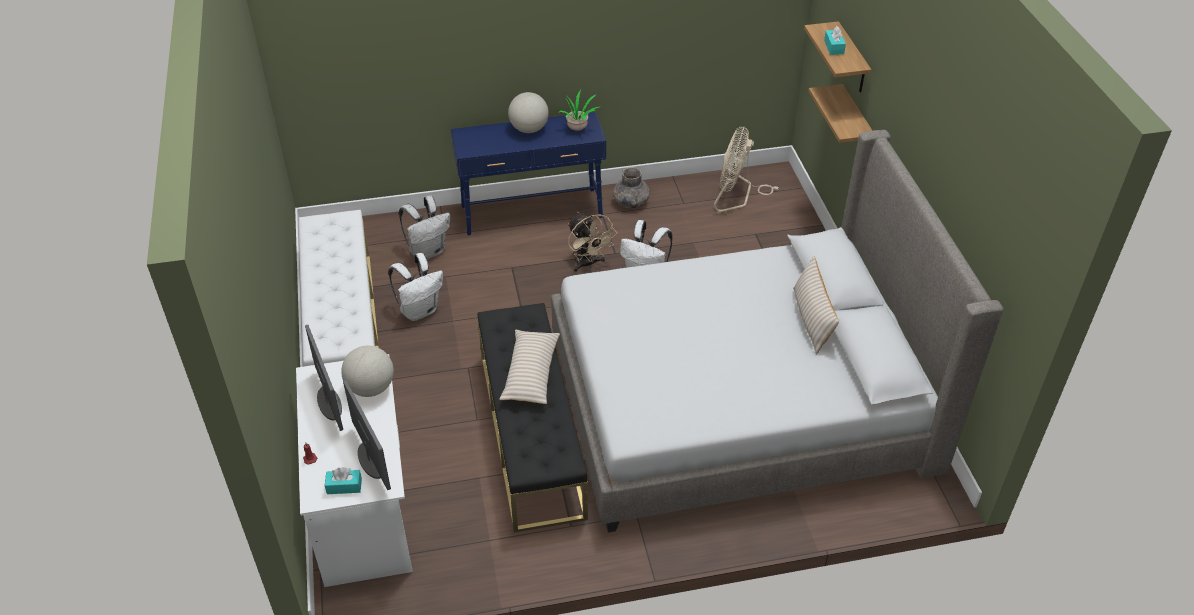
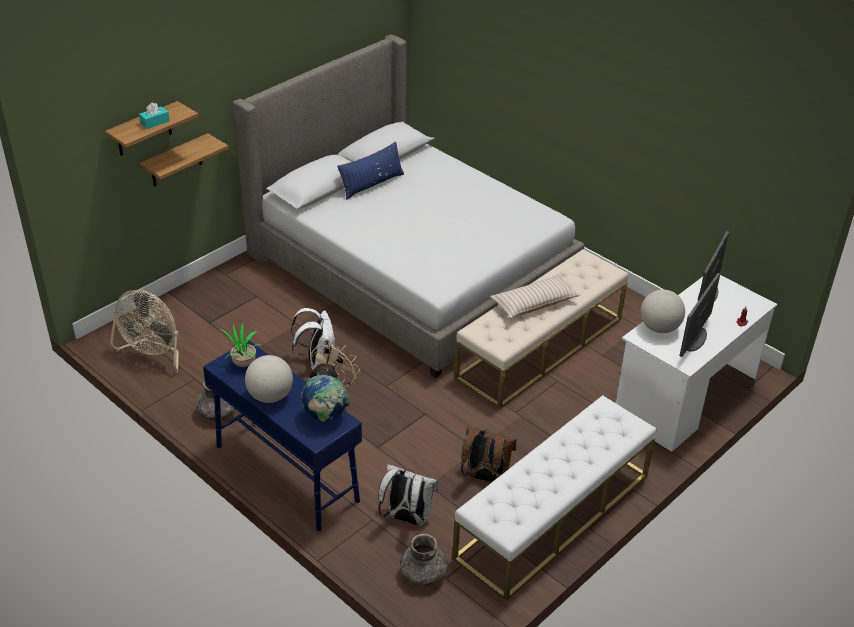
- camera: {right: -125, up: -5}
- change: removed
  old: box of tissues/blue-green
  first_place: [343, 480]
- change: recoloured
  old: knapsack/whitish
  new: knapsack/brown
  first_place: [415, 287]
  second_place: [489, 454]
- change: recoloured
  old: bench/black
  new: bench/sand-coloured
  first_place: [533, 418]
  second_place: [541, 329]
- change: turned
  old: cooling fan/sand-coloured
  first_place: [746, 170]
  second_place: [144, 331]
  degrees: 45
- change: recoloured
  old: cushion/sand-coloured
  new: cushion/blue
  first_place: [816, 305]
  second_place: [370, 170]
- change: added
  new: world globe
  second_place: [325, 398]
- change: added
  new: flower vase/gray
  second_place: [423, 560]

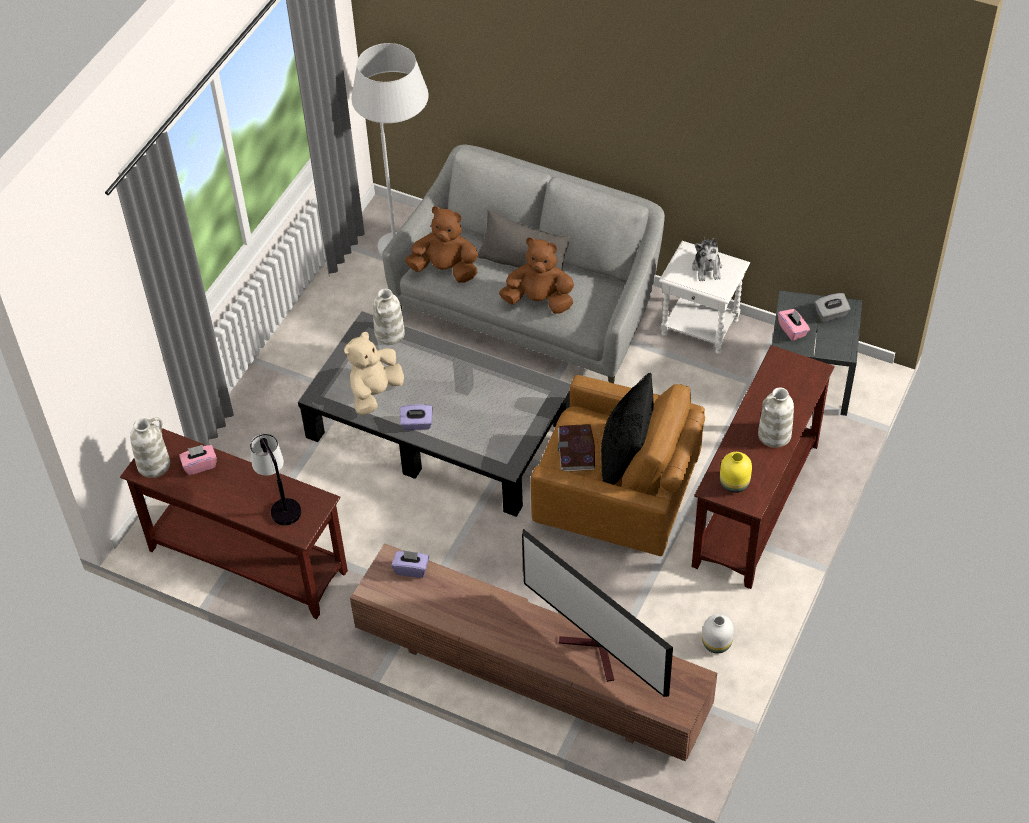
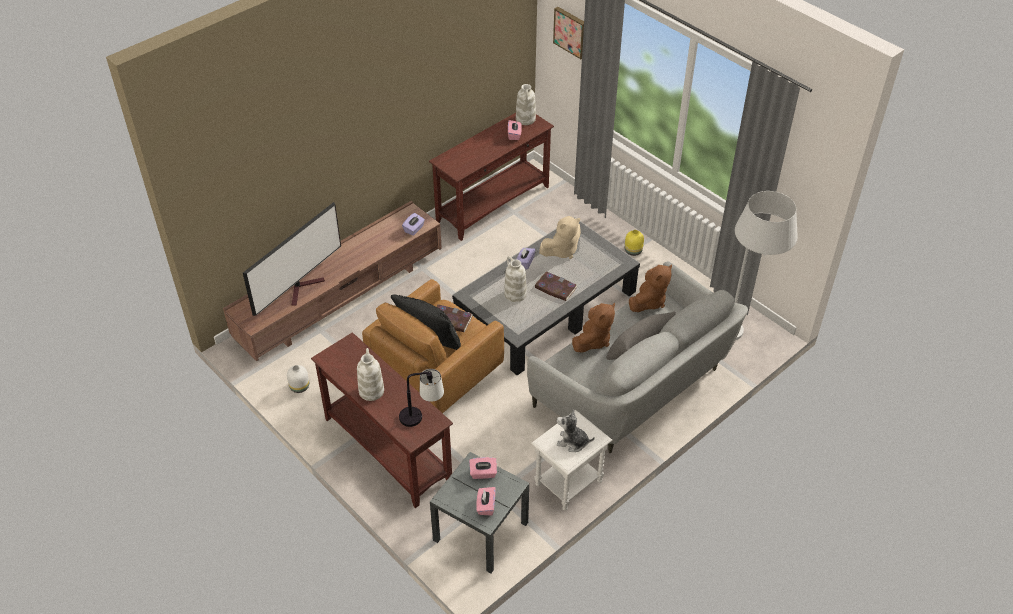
- camera: {right: 110, up: -5}
- change: moved
  old: table lamp
  first_place: [275, 479]
  second_place: [421, 398]
- change: turned
  old: cuddly toy/sand-coloured
  first_place: [374, 373]
  second_place: [560, 237]
  degrees: 90
- change: moved
  old: flower vase/whitish
  first_place: [389, 317]
  second_place: [515, 279]
- change: turned
  old: television
  first_place: [597, 613]
  second_place: [292, 259]
  degrees: 150
- change: moved
  old: flower vase/yellow-coloured
  first_place: [736, 472]
  second_place: [634, 243]
- change: recoloured
  old: box of tissues/gray
  new: box of tissues/pink-coloured
  first_place: [833, 307]
  second_place: [486, 501]
- change: added
  new: bound book
  second_place: [555, 286]
- change: added
  new: wall picture
  second_place: [568, 33]

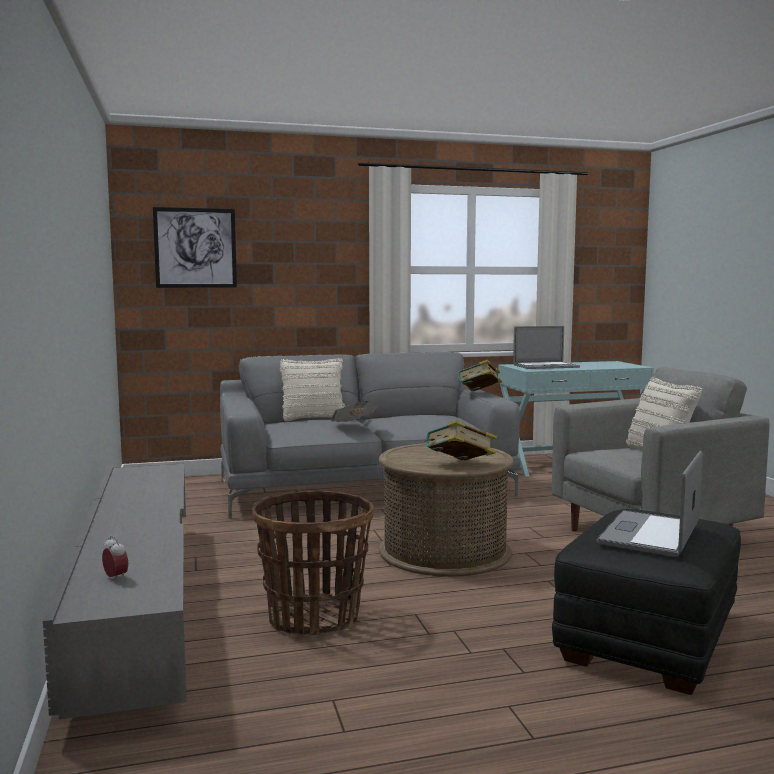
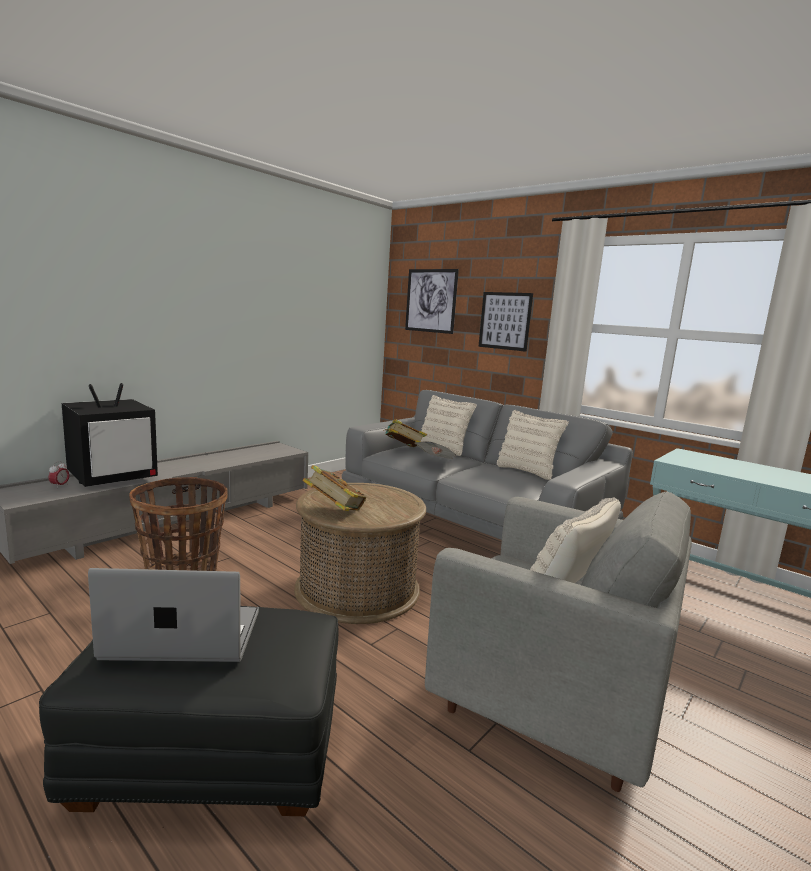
- camera: {right: 55, up: 5}
- change: moved
  old: bound book
  first_place: [480, 375]
  second_place: [405, 433]
- change: removed
  old: notebook computer
  first_place: [546, 347]
- change: added
  new: television
  second_place: [110, 435]
- change: added
  new: wall picture
  second_place: [505, 322]
- change: added
  new: cushion/sand-coloured
  second_place: [533, 445]

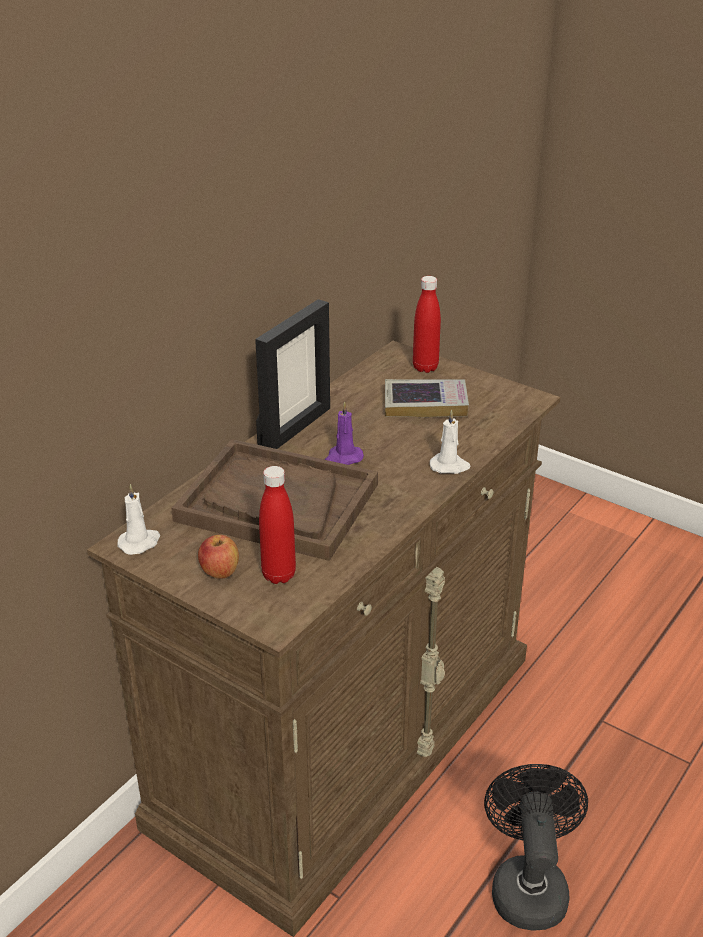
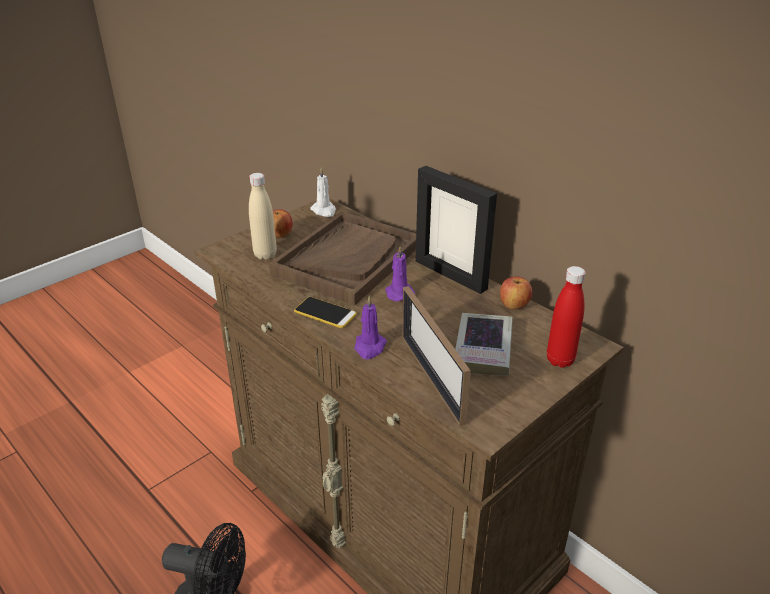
- camera: {right: 100, up: 0}
- change: recoloured
  old: bottle/reddish
  new: bottle/sand-coloured
  first_place: [277, 525]
  second_place: [263, 216]
- change: recoloured
  old: wax candle/whitish
  new: wax candle/purple
  first_place: [450, 442]
  second_place: [371, 327]
- change: added
  new: telephone
  second_place: [325, 312]
- change: added
  new: standing frame
  second_place: [436, 356]
- change: added
  new: whole apple
  second_place: [516, 293]

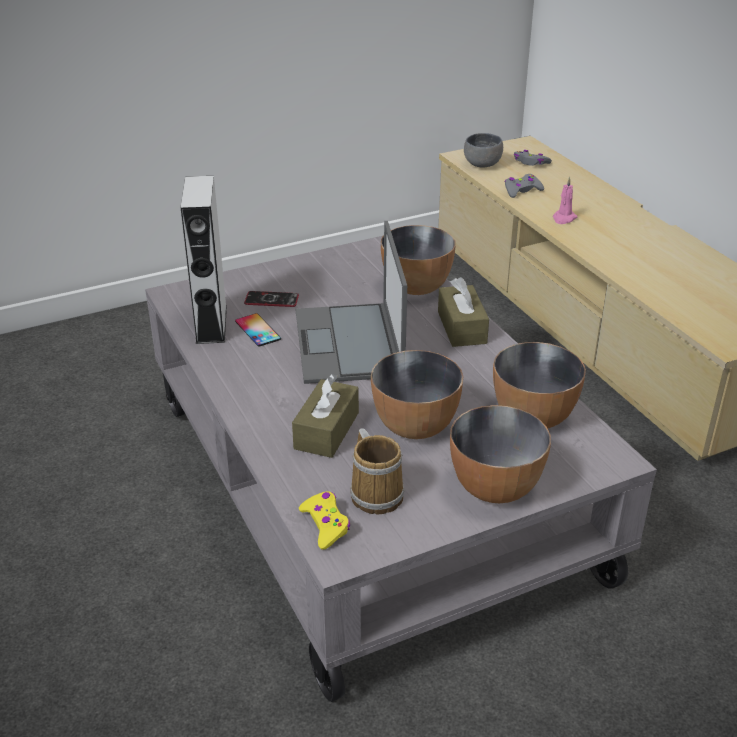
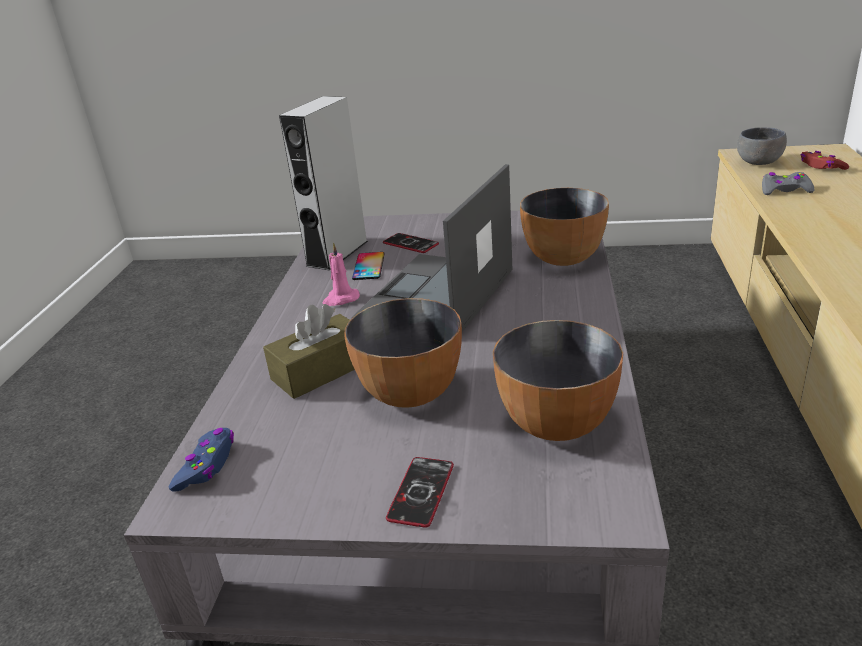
- camera: {right: 35, up: -5}
- change: recoloured
  old: gamepad/yellow-coloured
  new: gamepad/blue
  first_place: [324, 520]
  second_place: [201, 460]
- change: removed
  old: coffee mug
  first_place: [377, 471]
- change: removed
  old: box of tissues/brown
  first_place: [463, 312]
- change: replaced
  old: serving bowl
  new: telephone
  first_place: [500, 454]
  second_place: [420, 492]
- change: recoloured
  old: gamepad/gray
  new: gamepad/reddish
  first_place: [533, 158]
  second_place: [824, 160]
- change: moved
  old: wax candle/pink-coloured
  first_place: [565, 200]
  second_place: [341, 274]

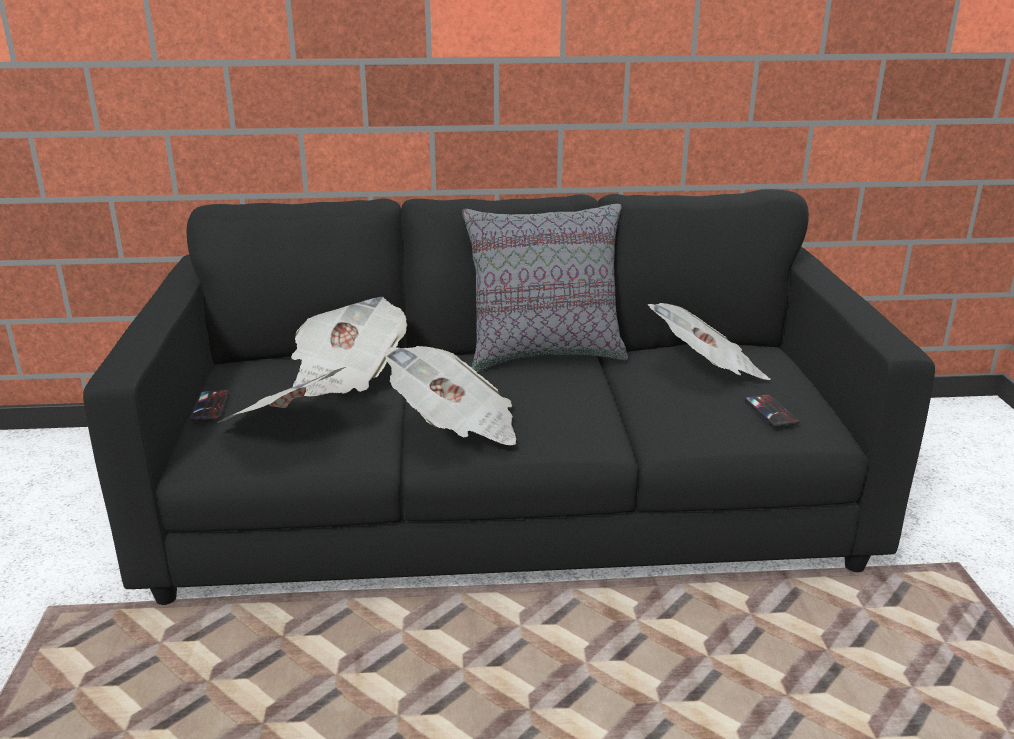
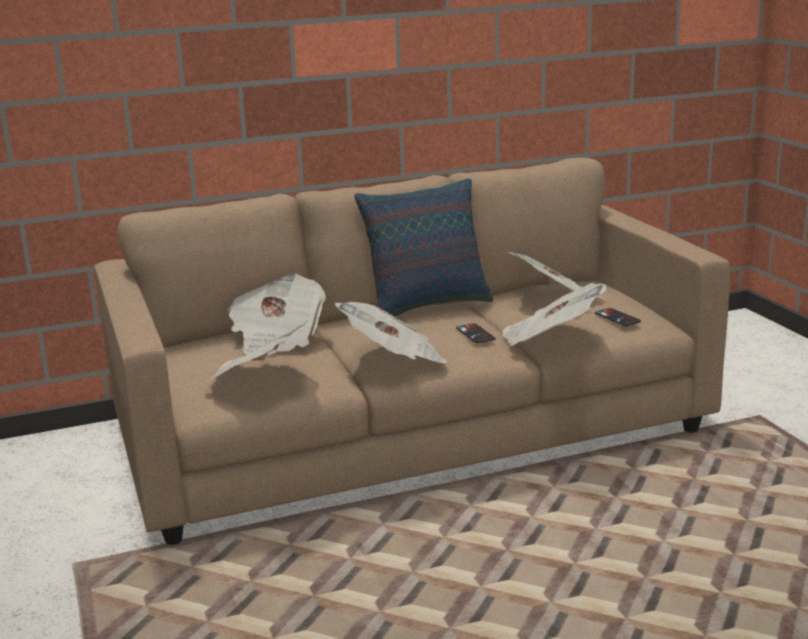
- camera: {right: -15, up: -5}
- change: recoloured
  old: settee/black
  new: settee/sand-coloured
  first_place: [509, 397]
  second_place: [412, 351]
- change: moved
  old: telephone
  first_place: [209, 405]
  second_place: [475, 333]
- change: recoloured
  old: cushion/gray
  new: cushion/blue
  first_place: [545, 288]
  second_place: [423, 248]
- change: added
  new: printed paper
  second_place: [554, 314]

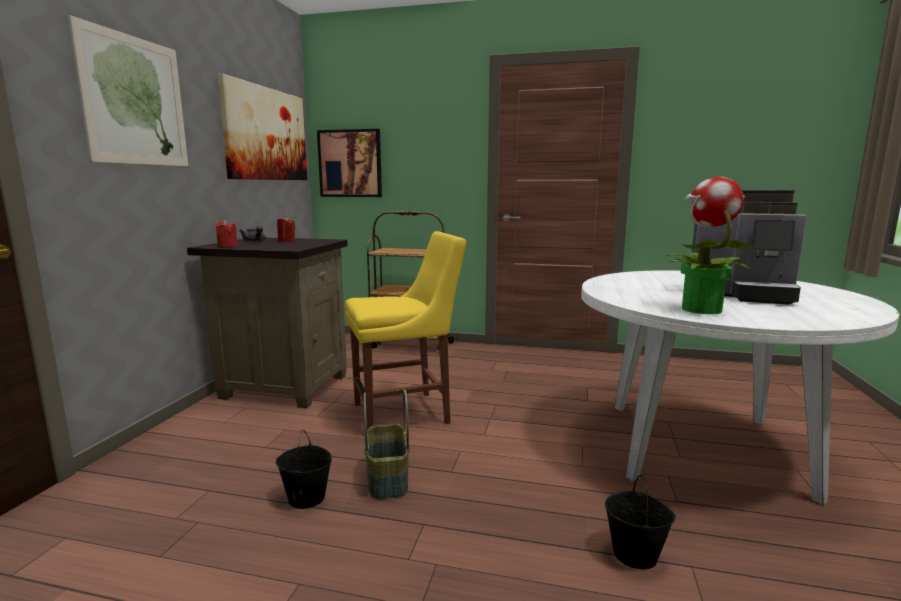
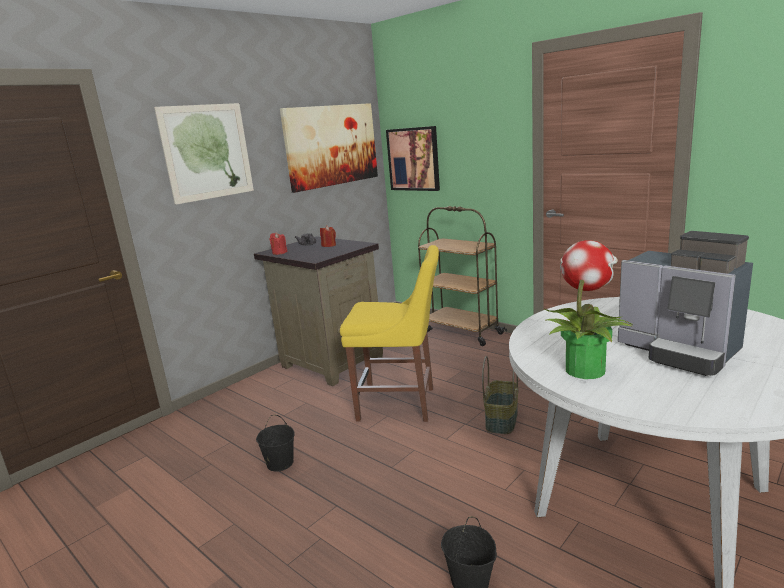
- camera: {right: 30, up: 5}
- change: moved
  old: household basket
  first_place: [387, 444]
  second_place: [500, 395]

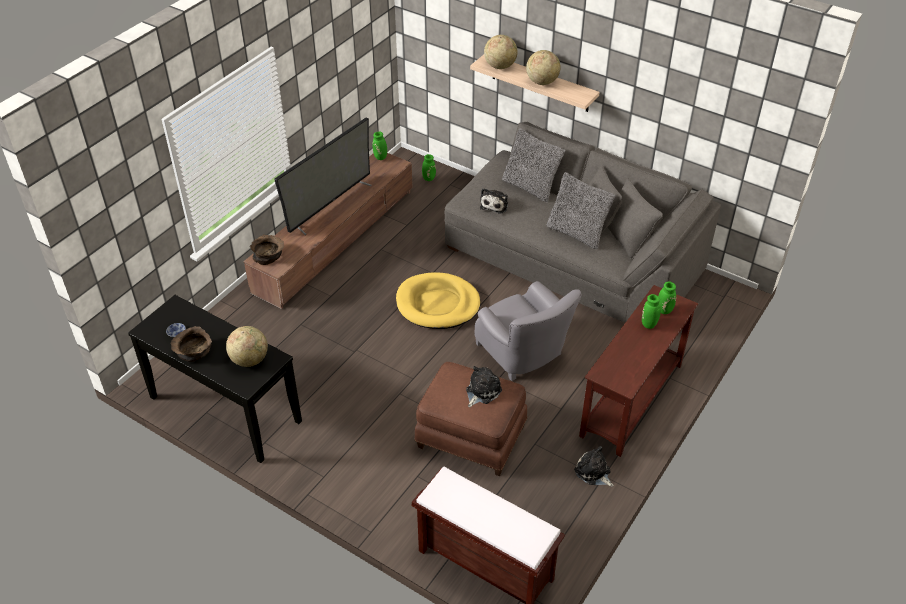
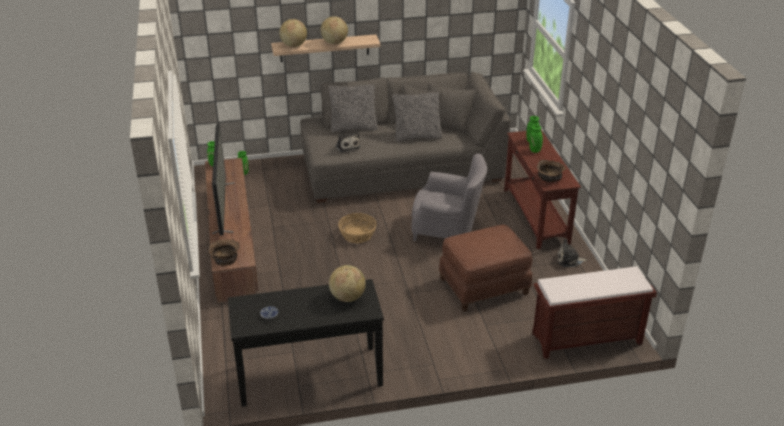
- camera: {right: -45, up: -10}
- change: moved
  old: serving bowl/brown
  first_place: [191, 344]
  second_place: [551, 171]
- change: replaced
  old: dog cushion/yellow-coloured
  new: household basket
  first_place: [438, 300]
  second_place: [357, 228]
- change: removed
  old: cuddly toy
  first_place: [484, 386]

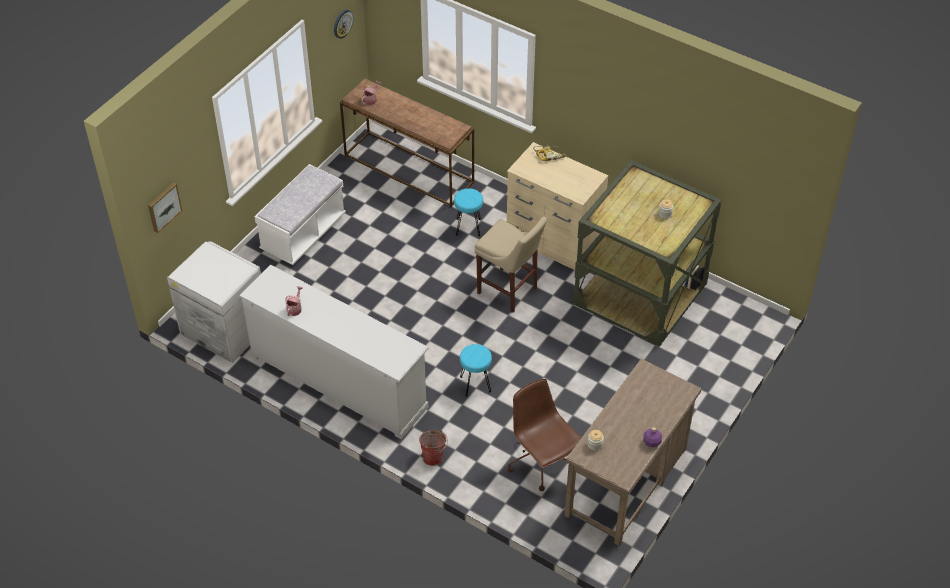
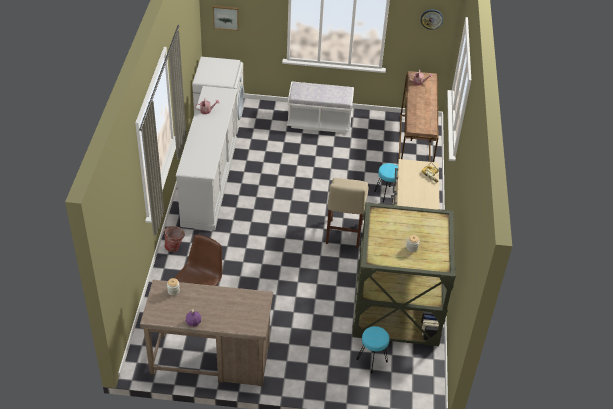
- camera: {right: 60, up: -5}
- change: moved
  old: stool seat/blue-green
  first_place: [476, 370]
  second_place: [373, 349]

